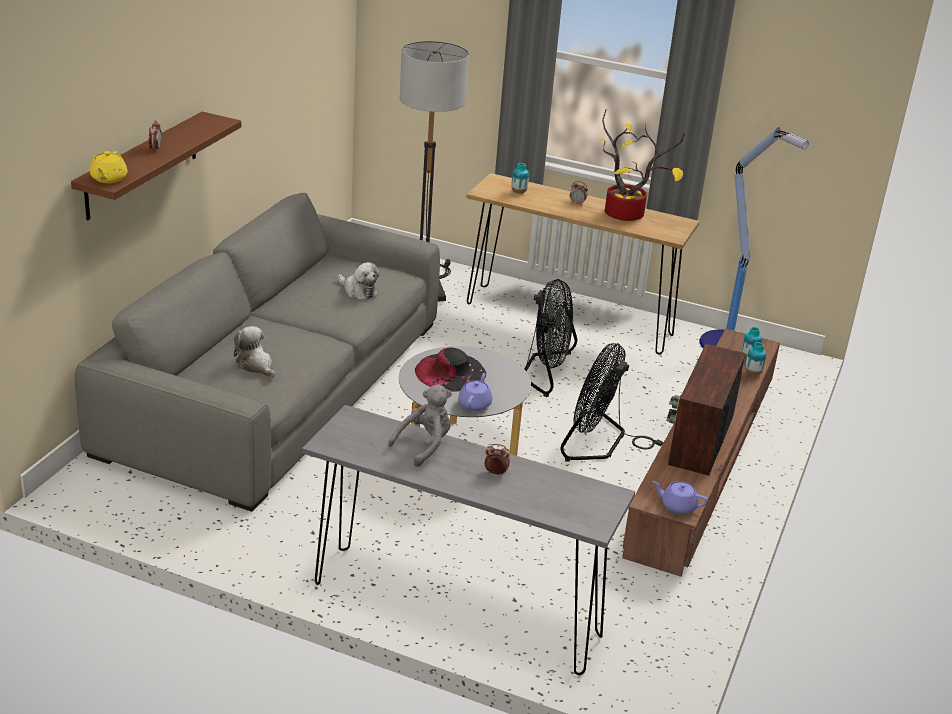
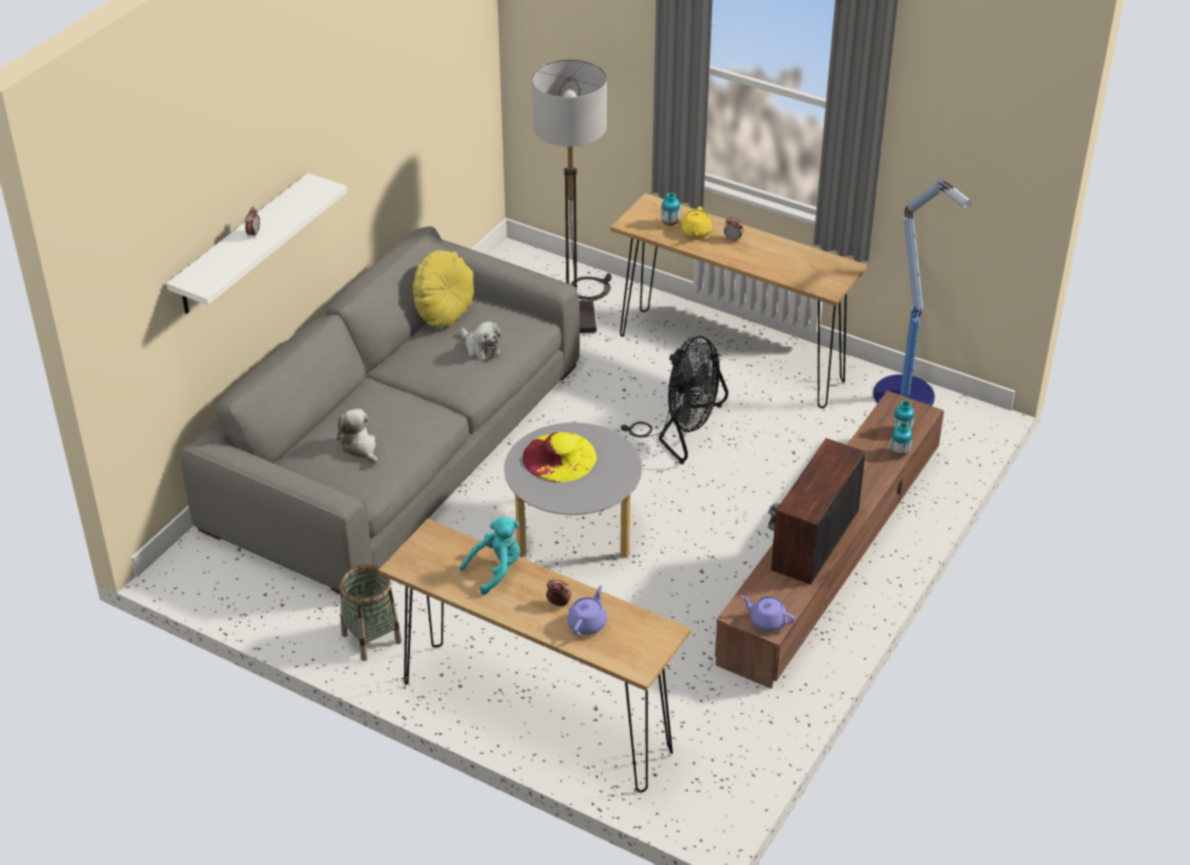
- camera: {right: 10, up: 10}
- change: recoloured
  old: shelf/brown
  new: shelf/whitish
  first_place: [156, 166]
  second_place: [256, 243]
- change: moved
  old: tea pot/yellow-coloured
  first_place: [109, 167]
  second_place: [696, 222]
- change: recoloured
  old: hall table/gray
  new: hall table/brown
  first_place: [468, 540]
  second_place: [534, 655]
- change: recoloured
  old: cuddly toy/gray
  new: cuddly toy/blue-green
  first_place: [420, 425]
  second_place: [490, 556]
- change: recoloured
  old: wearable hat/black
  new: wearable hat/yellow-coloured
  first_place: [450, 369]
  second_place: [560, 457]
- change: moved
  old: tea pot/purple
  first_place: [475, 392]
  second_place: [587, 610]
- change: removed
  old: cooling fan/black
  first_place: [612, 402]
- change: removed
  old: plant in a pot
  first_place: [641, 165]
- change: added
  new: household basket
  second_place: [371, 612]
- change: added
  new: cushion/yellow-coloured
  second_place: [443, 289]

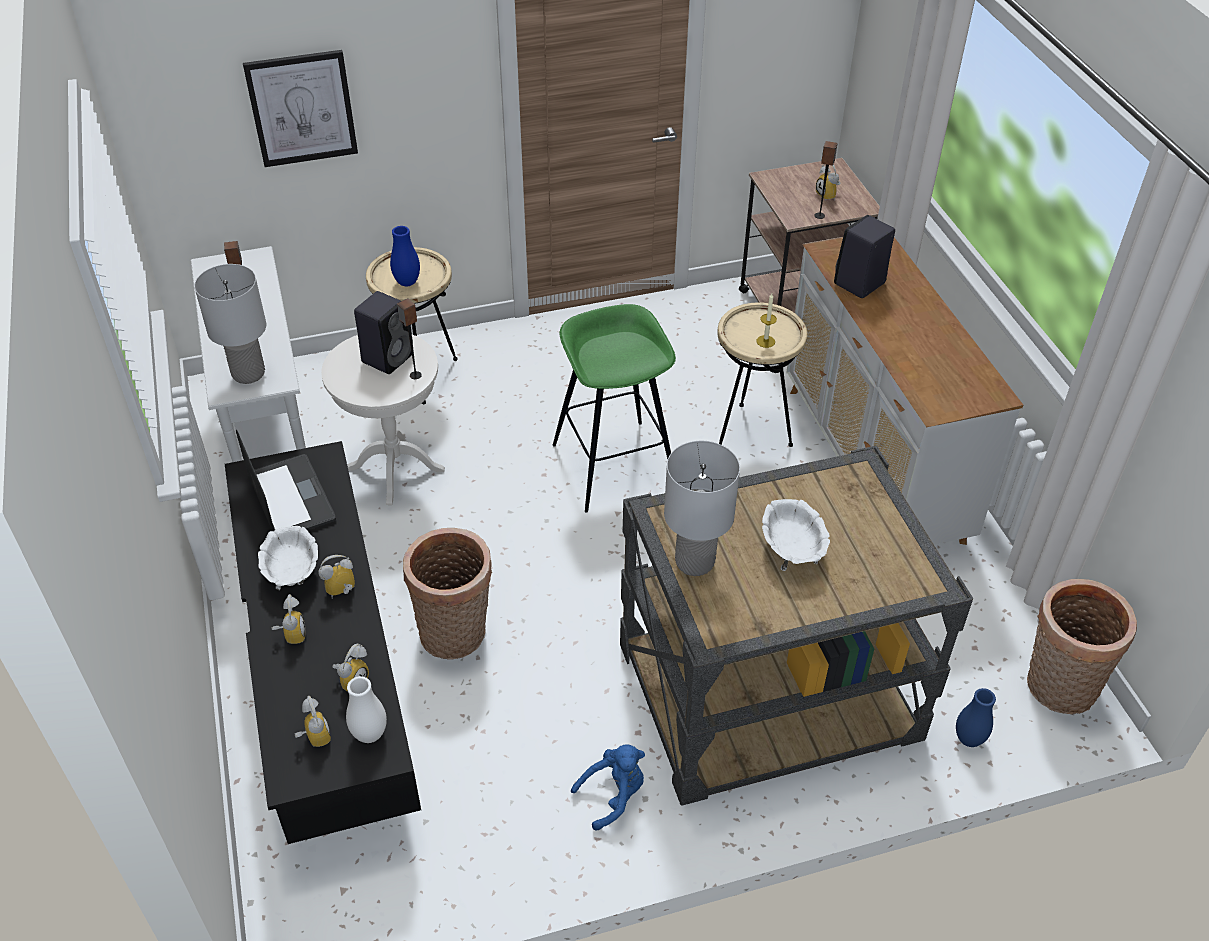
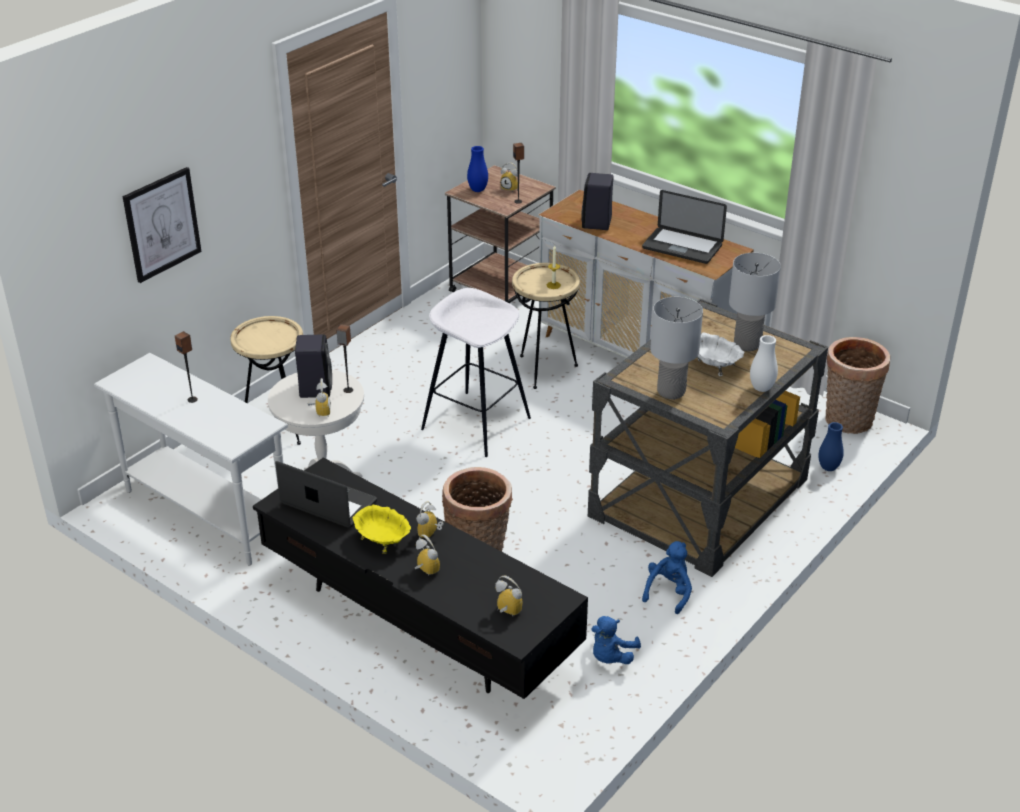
- camera: {right: -35, up: -10}
- change: moved
  old: table lamp/gray
  first_place: [230, 324]
  second_place: [755, 302]
- change: recoloured
  old: serving bowl/whitish
  new: serving bowl/yellow-coloured
  first_place: [288, 558]
  second_place: [382, 529]
- change: moved
  old: alarm clock
  first_place: [350, 668]
  second_place: [319, 397]
- change: moved
  old: flower vase/whitish
  first_place: [366, 709]
  second_place: [764, 363]
- change: moved
  old: flower vase/blue
  first_place: [405, 256]
  second_place: [477, 169]
- change: recoloured
  old: stool seat/green-coloured
  new: stool seat/whitish
  first_place: [614, 408]
  second_place: [476, 372]
- change: added
  new: cuddly toy/blue
  second_place: [616, 640]
- change: added
  new: notebook computer
  second_place: [684, 227]

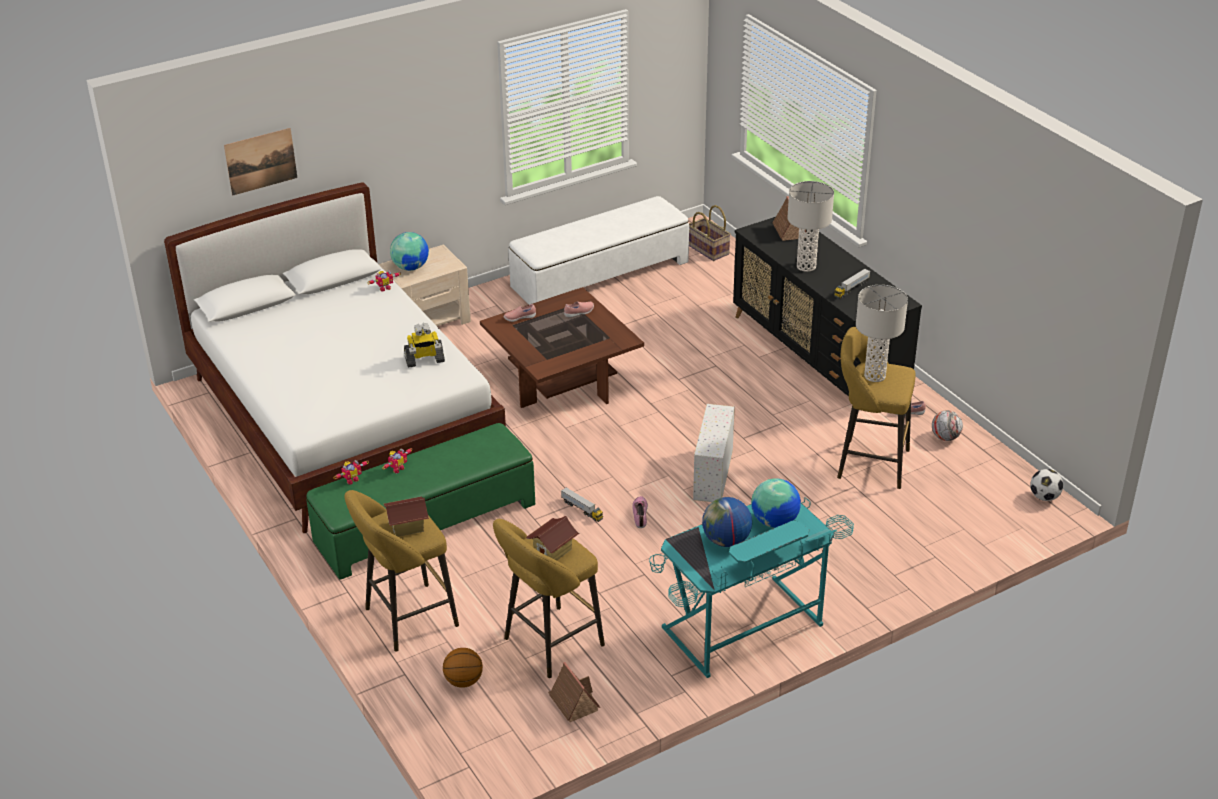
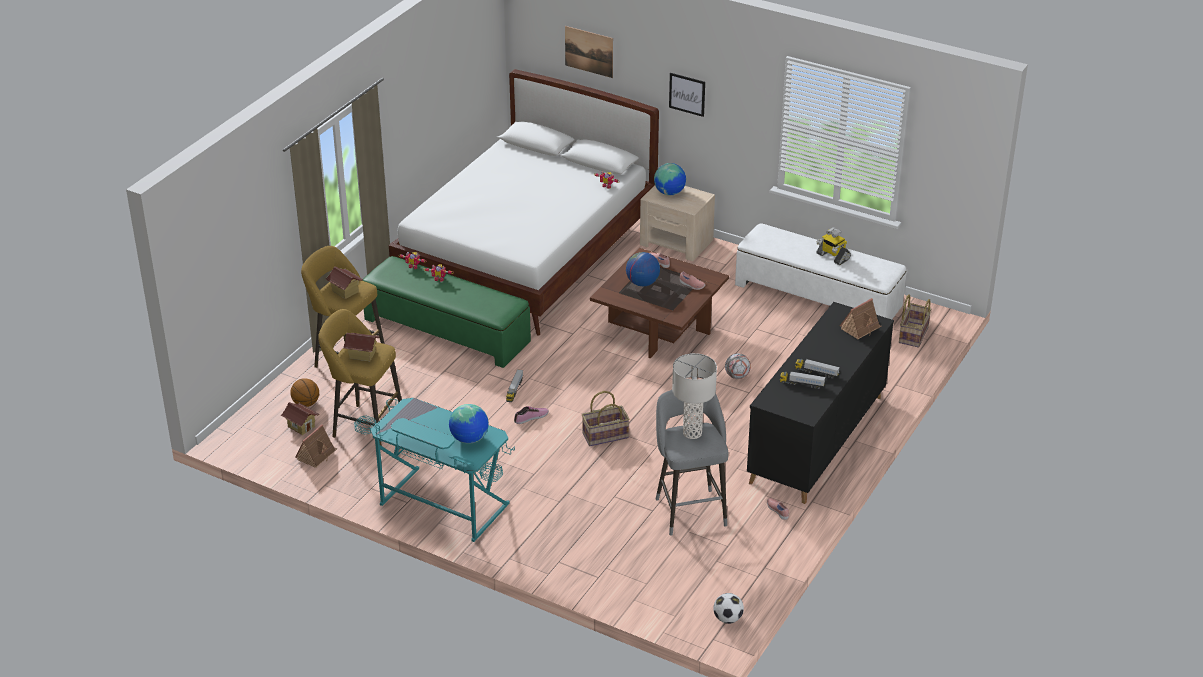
- camera: {right: 60, up: 0}
- change: moved
  old: toy robot
  first_place: [424, 345]
  second_place: [833, 246]
- change: replaced
  old: storage box/whitish
  new: household basket
  first_place: [714, 453]
  second_place: [605, 418]
- change: moved
  old: world globe
  first_place: [727, 522]
  second_place: [643, 269]
- change: removed
  old: table lamp/whitish
  first_place: [811, 226]
- change: recoloured
  old: stool seat/yellow-coloured
  new: stool seat/gray
  first_place: [876, 408]
  second_place: [691, 462]
- change: moved
  old: football ball
  first_place: [947, 425]
  second_place: [738, 366]
- change: added
  new: toy house
  second_place: [300, 418]
- change: added
  new: wall picture
  second_place: [687, 95]
- change: added
  new: toy lorry
  second_place: [817, 369]

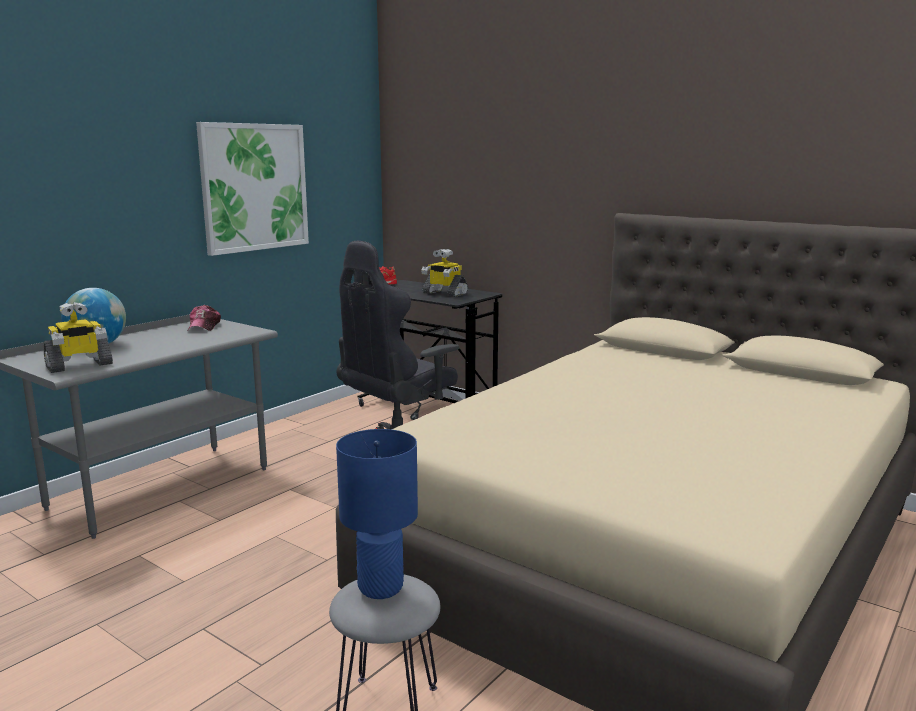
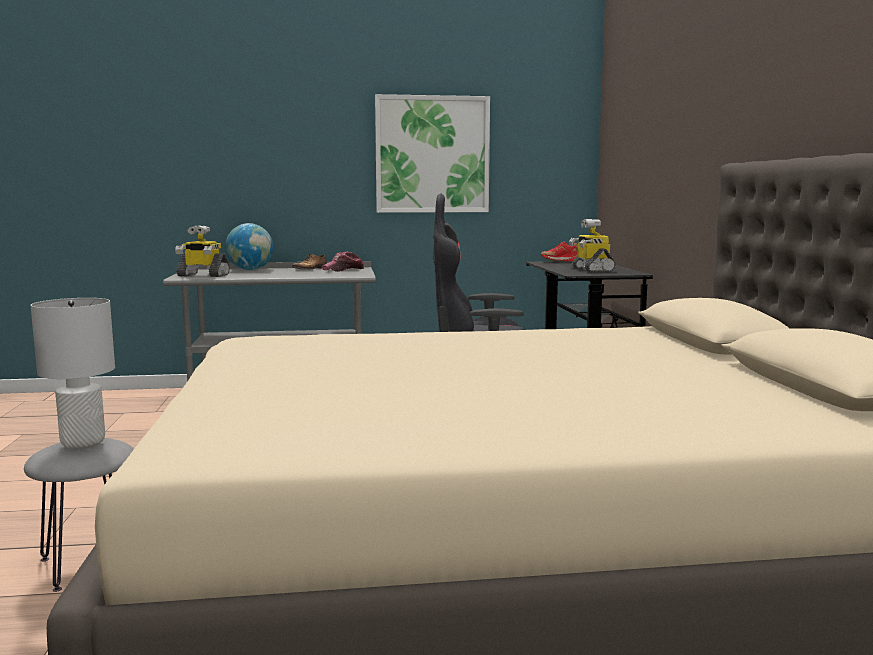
- camera: {right: 45, up: -5}
- change: recoloured
  old: table lamp/blue
  new: table lamp/gray
  first_place: [377, 514]
  second_place: [73, 373]
- change: added
  new: item of footwear
  second_place: [309, 262]

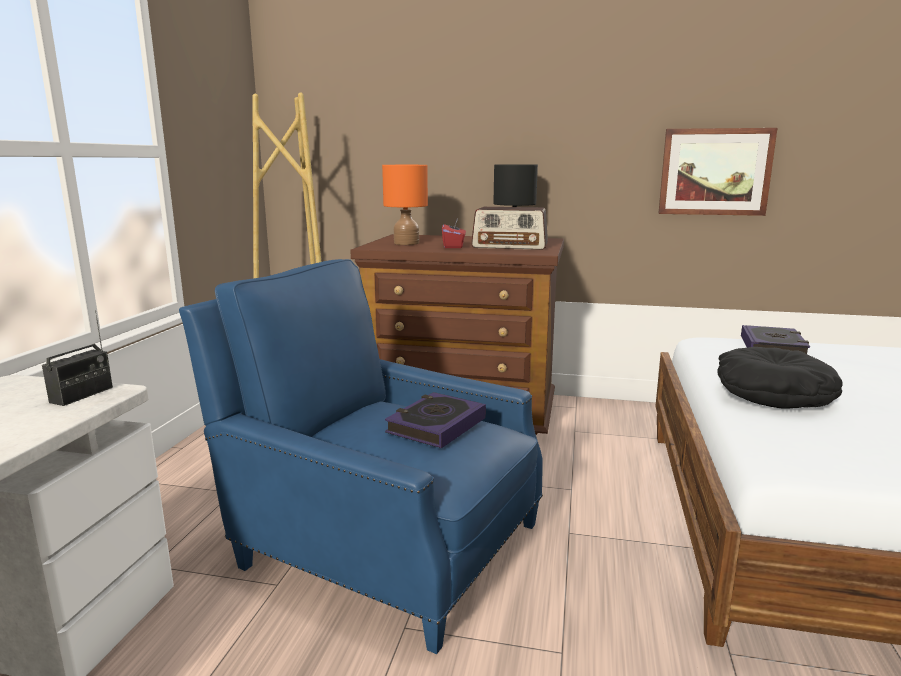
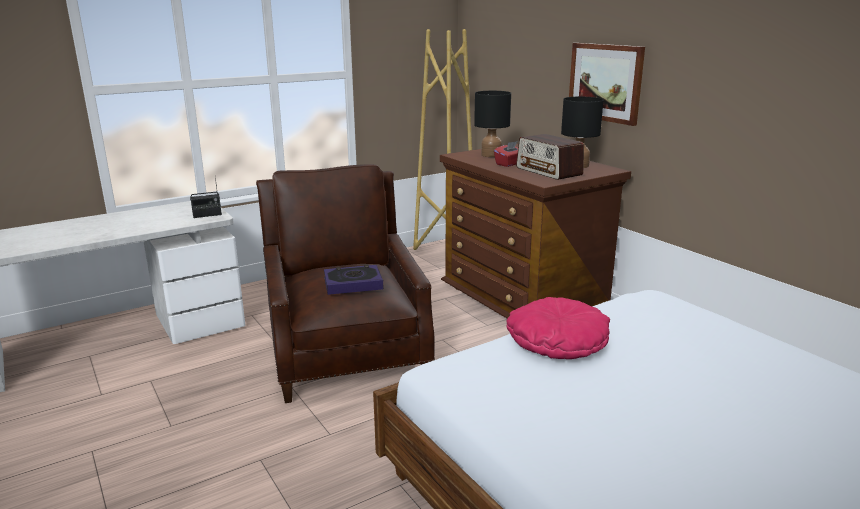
- camera: {right: 45, up: 5}
- change: recoloured
  old: easy chair/blue
  new: easy chair/brown
  first_place: [361, 456]
  second_place: [345, 283]
- change: recoloured
  old: table lamp/orangey
  new: table lamp/black
  first_place: [405, 205]
  second_place: [492, 124]
- change: moved
  old: wall picture
  first_place: [718, 172]
  second_place: [607, 84]
- change: recoloured
  old: cushion/black
  new: cushion/pink-coloured
  first_place: [780, 378]
  second_place: [558, 328]
- change: removed
  old: bound book
  first_place: [775, 339]

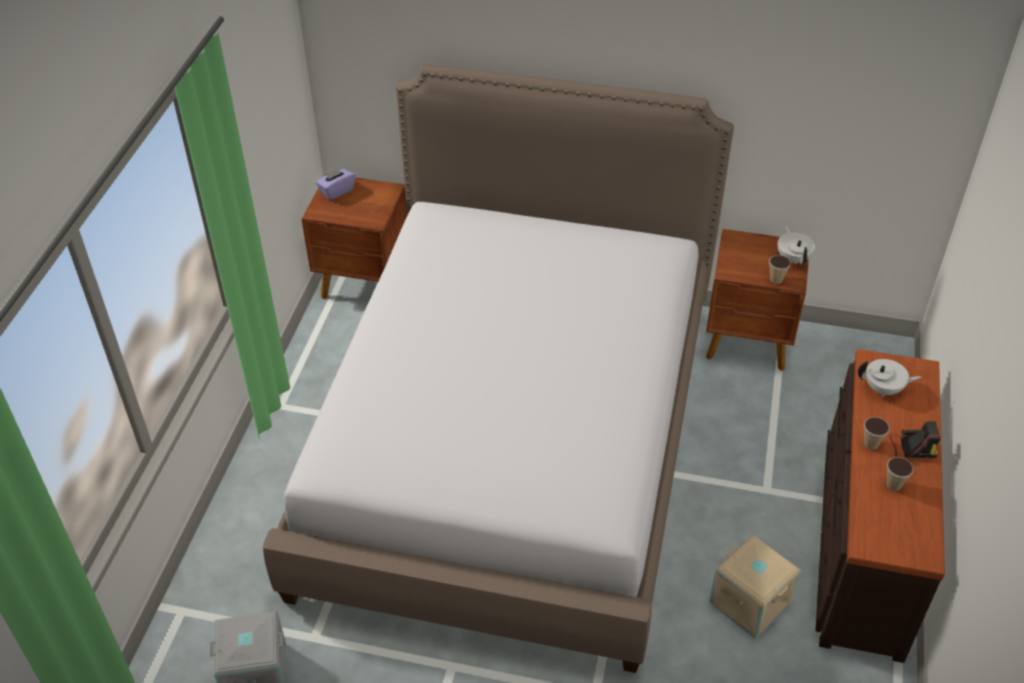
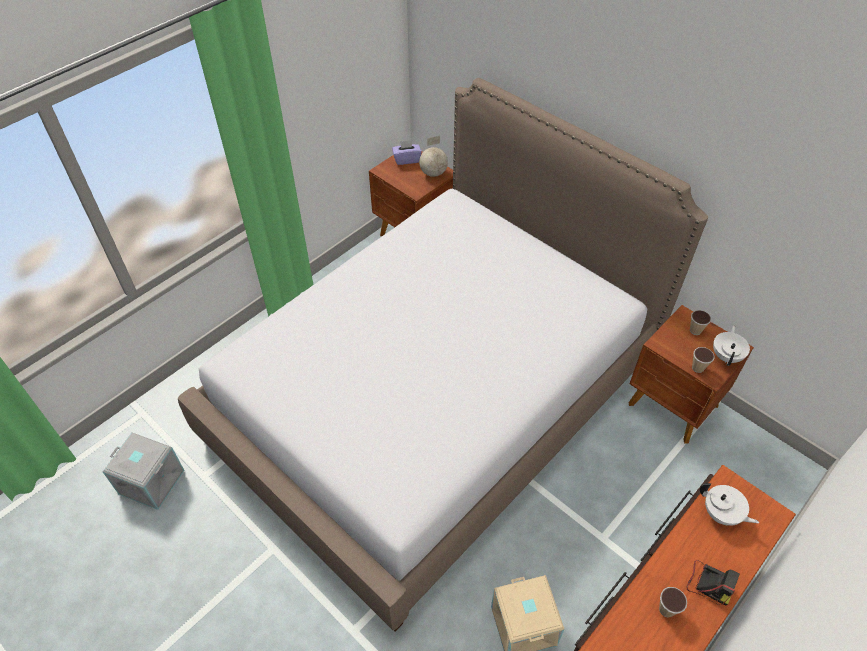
- camera: {right: 30, up: 5}
- change: moved
  old: drinking cup
  first_place: [877, 433]
  second_place: [700, 322]
- change: added
  new: world globe
  second_place: [433, 156]

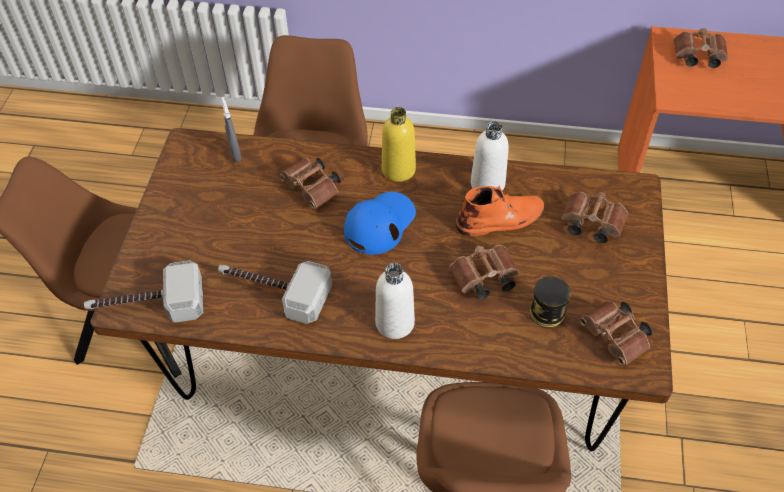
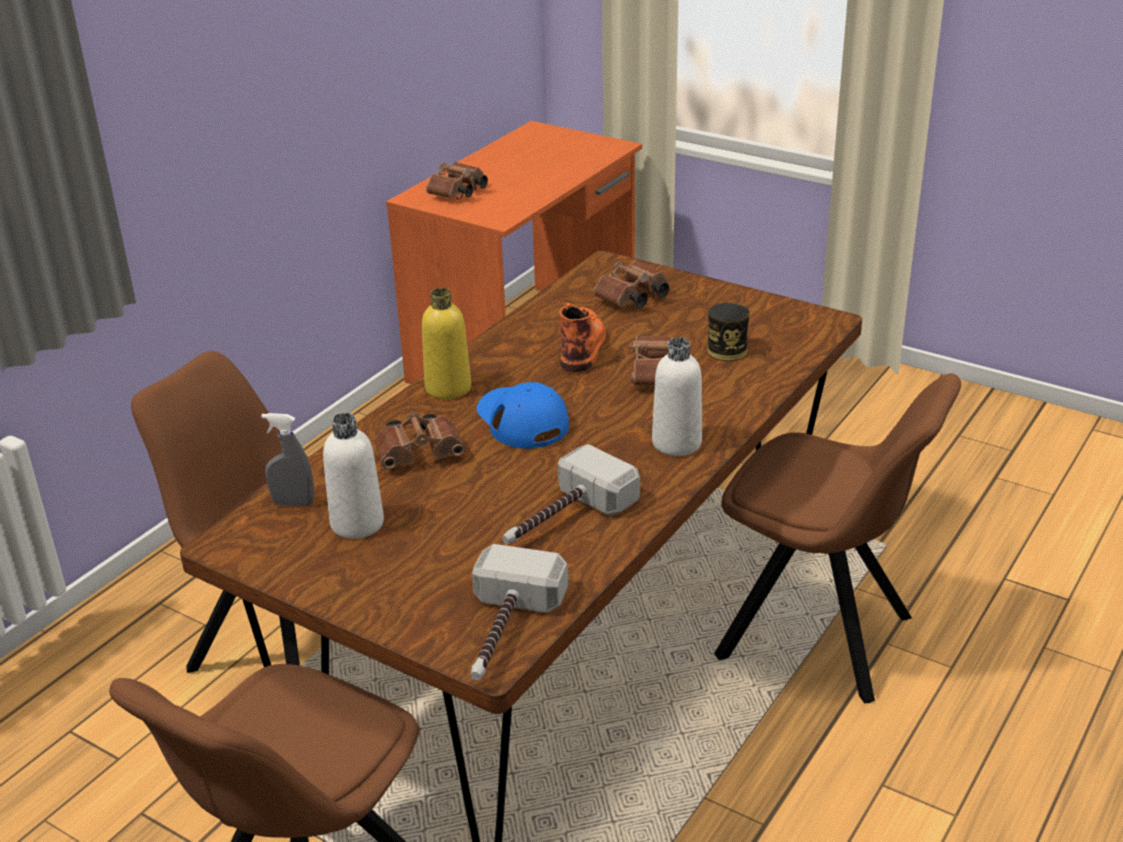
- camera: {right: -65, up: -20}
- change: moved
  old: bottle/whitish
  first_place: [490, 156]
  second_place: [353, 476]
- change: removed
  old: pair of binoculars/brown
  first_place: [615, 333]

